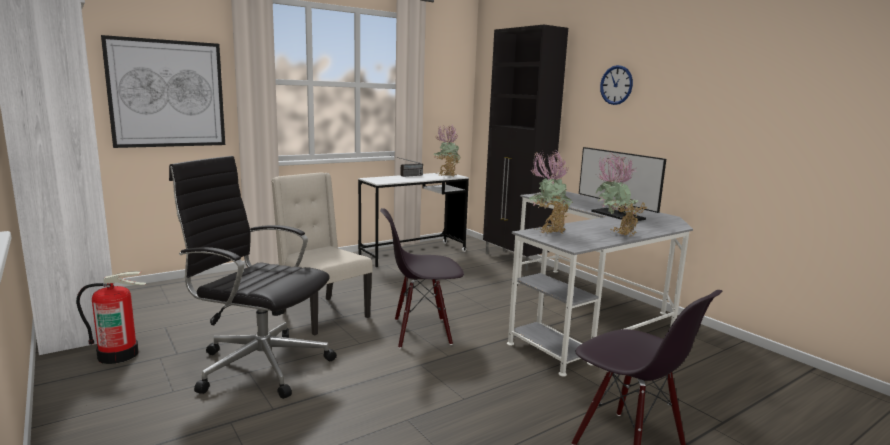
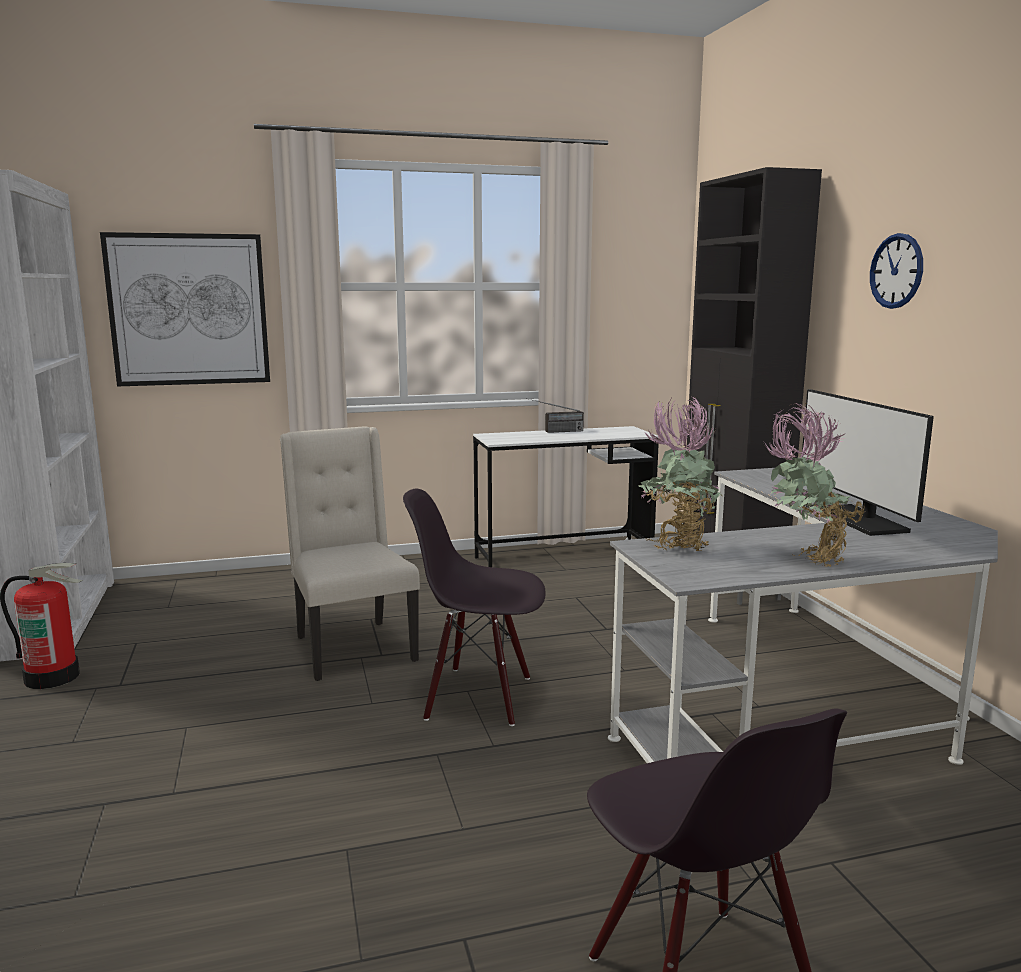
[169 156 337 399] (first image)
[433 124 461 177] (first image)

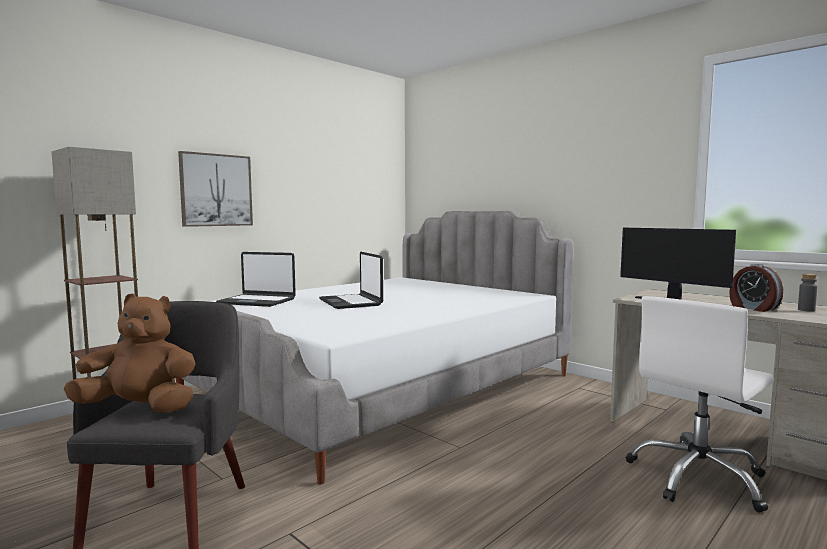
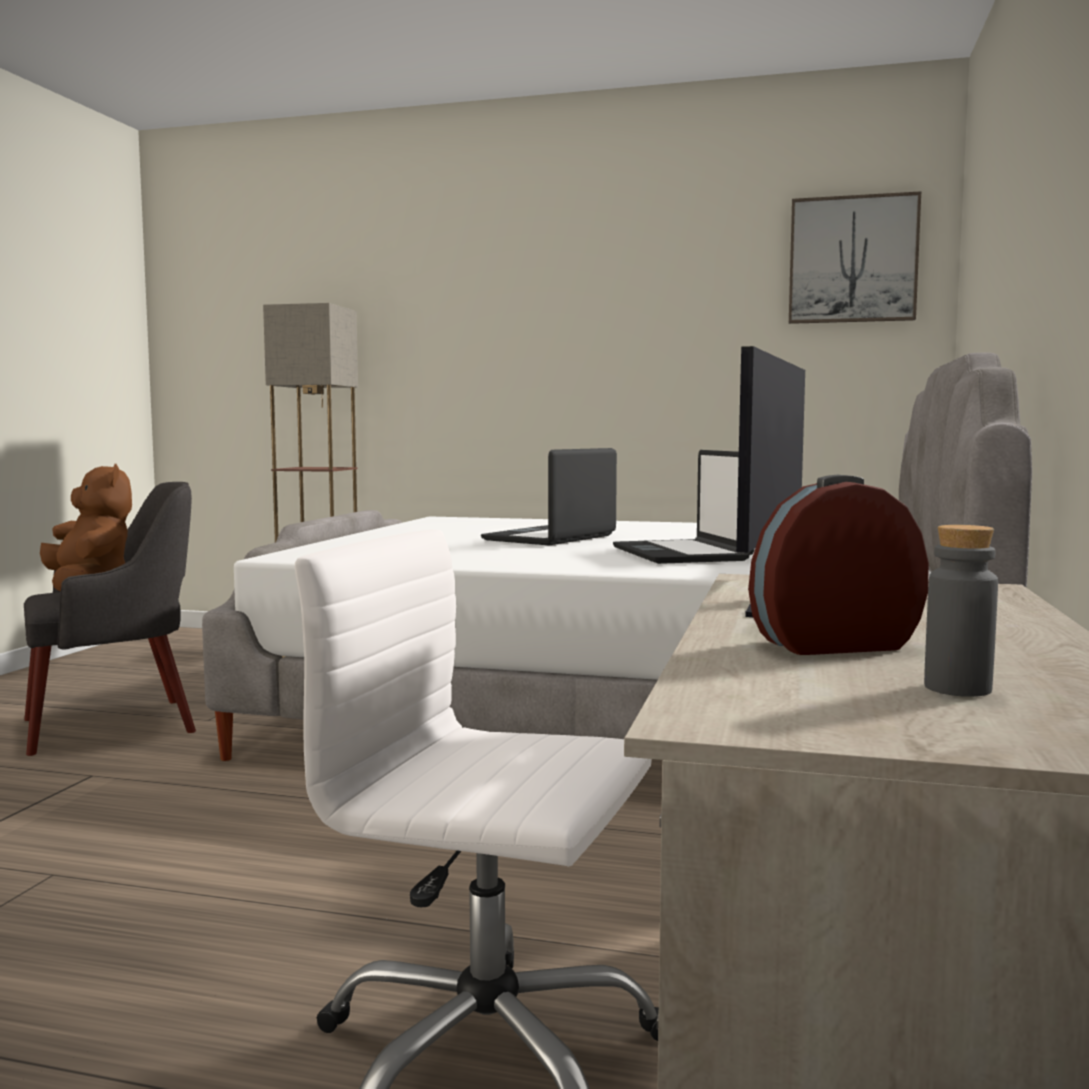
[613 450 754 564]
[748 475 929 655]
[789 191 921 324]

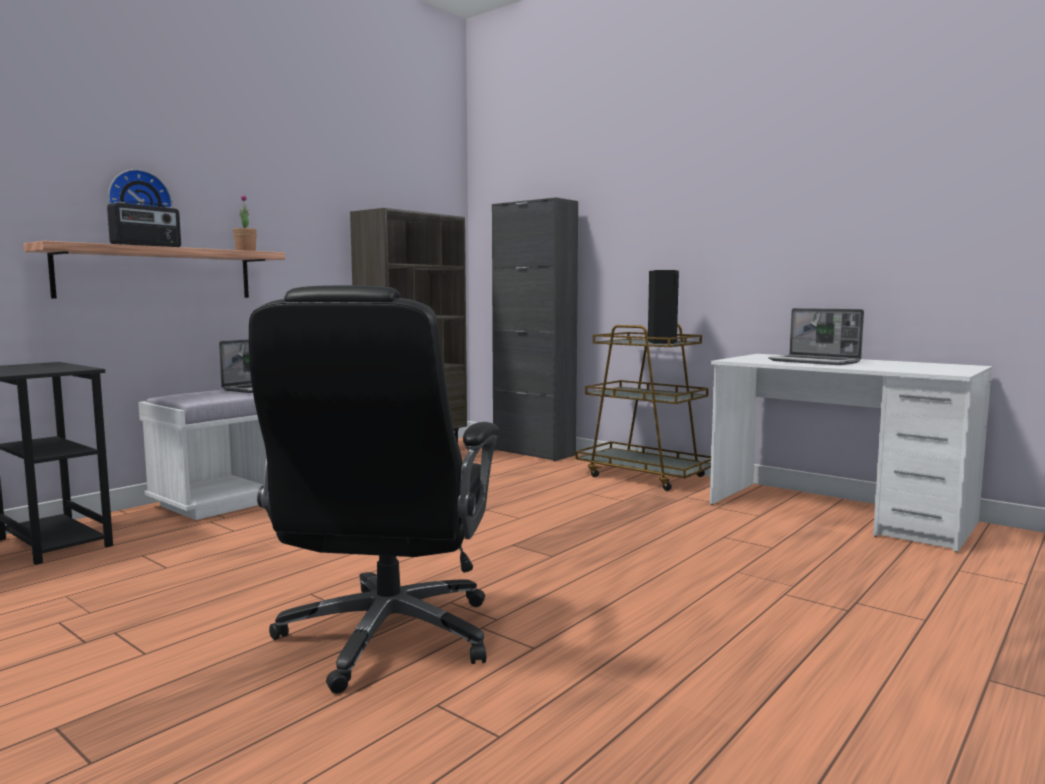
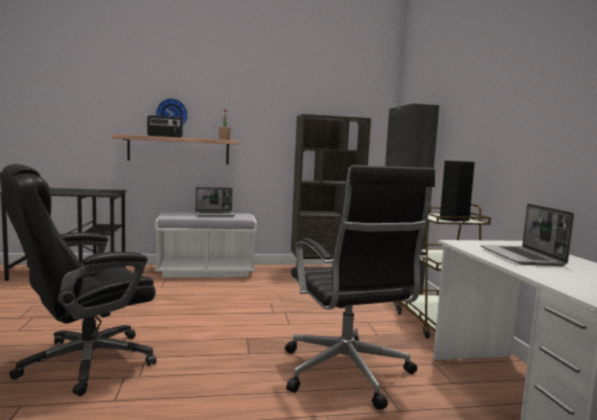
[285 165 435 410]

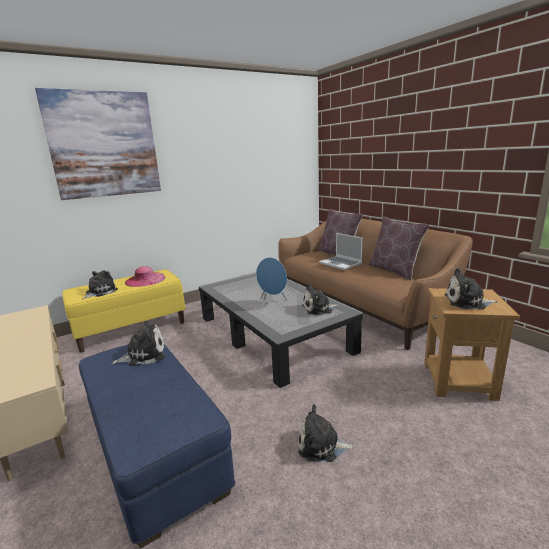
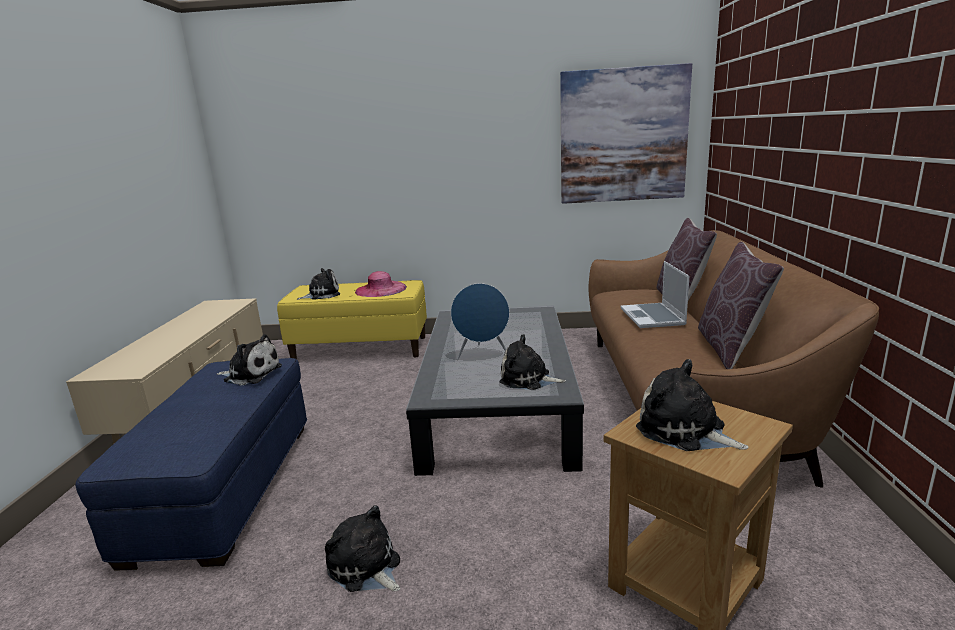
[560 63 692 204]

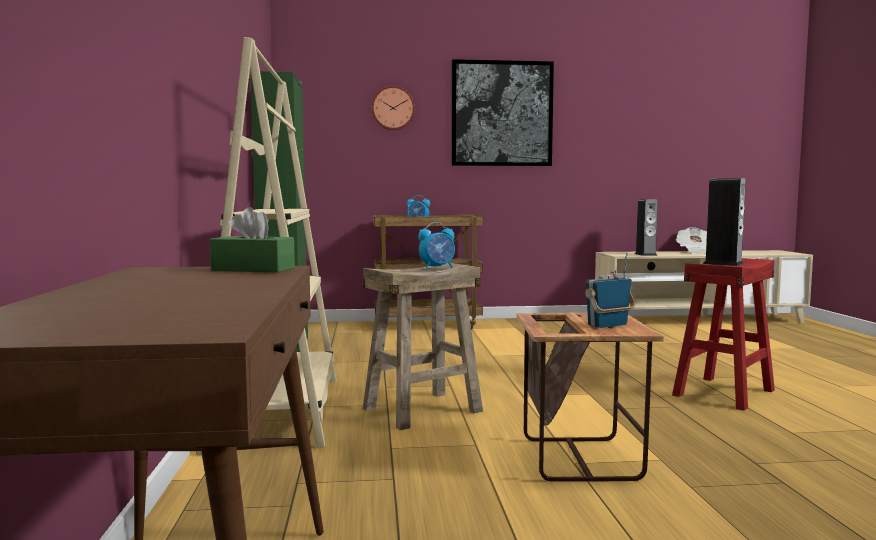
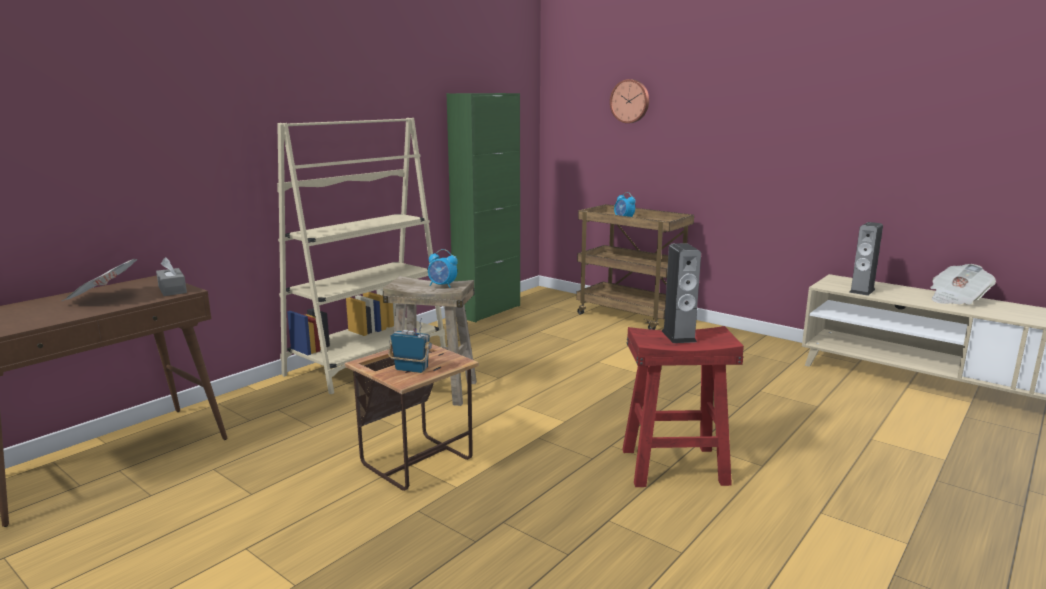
[62 259 137 301]
[156 257 187 296]
[451 59 554 166] (first image)

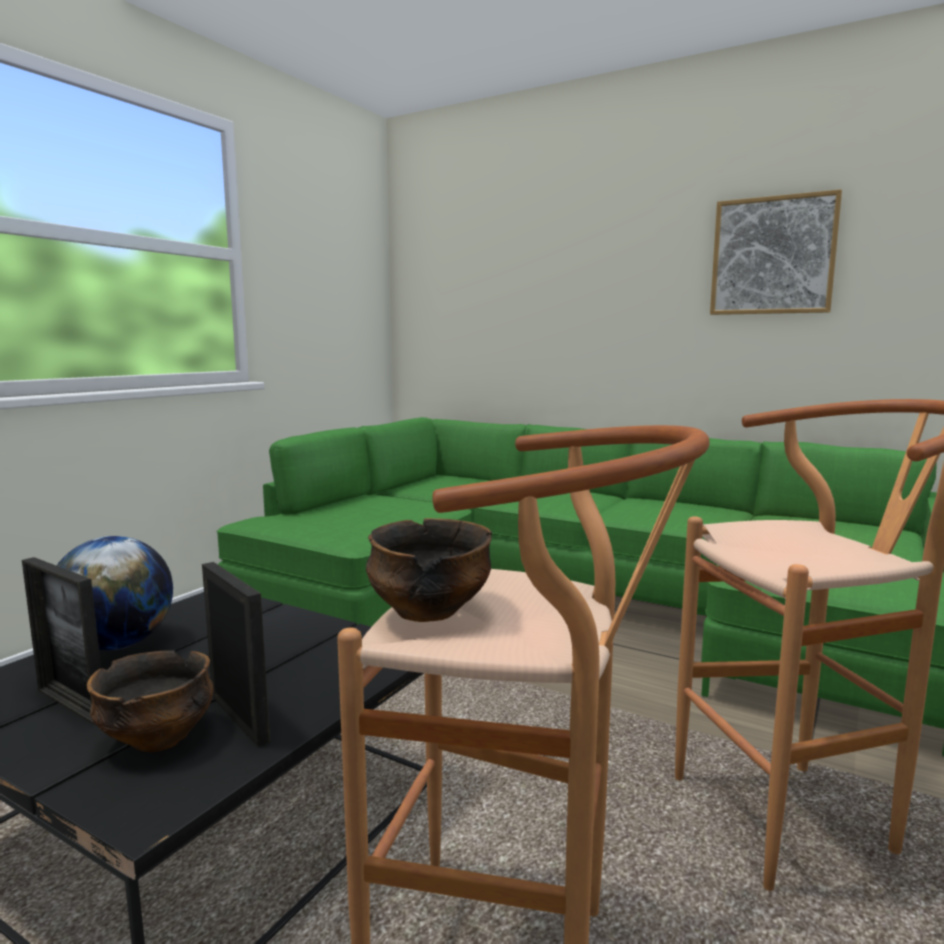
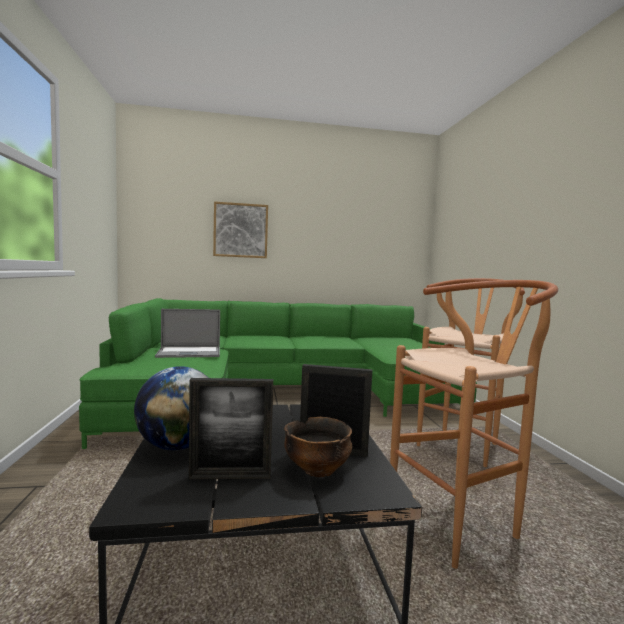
[155 309 220 358]
[213 202 268 258]
[366 518 492 622] (first image)

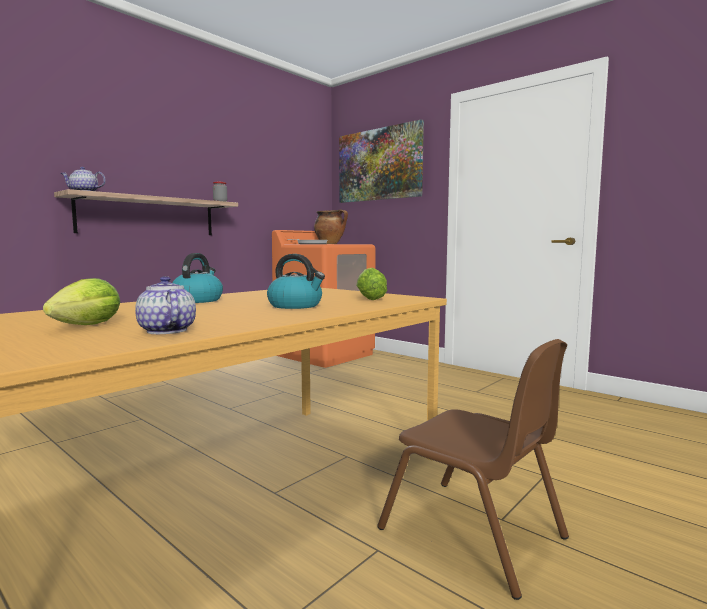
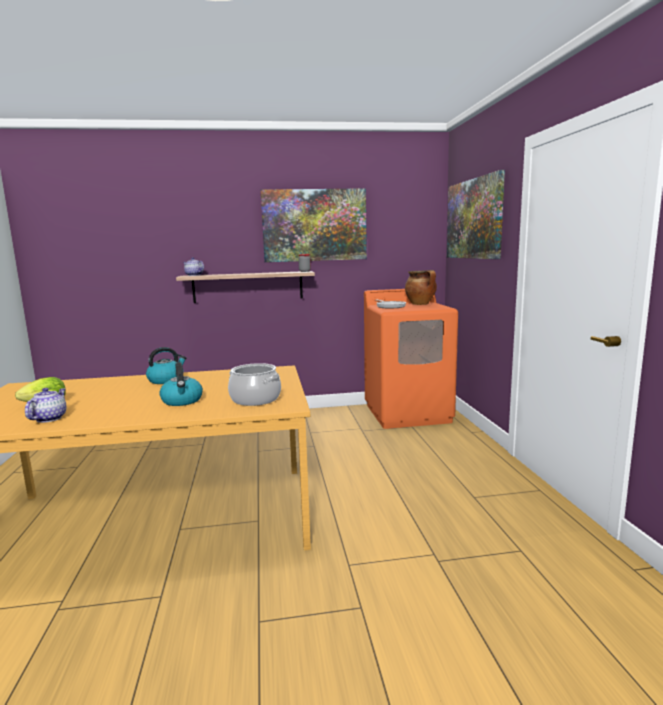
[228 363 281 406]
[261 188 367 262]
[377 339 569 600] (first image)

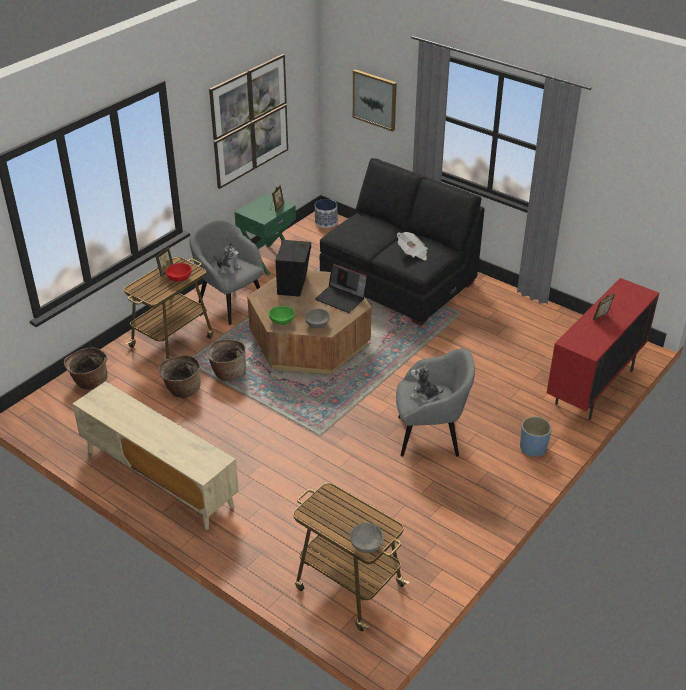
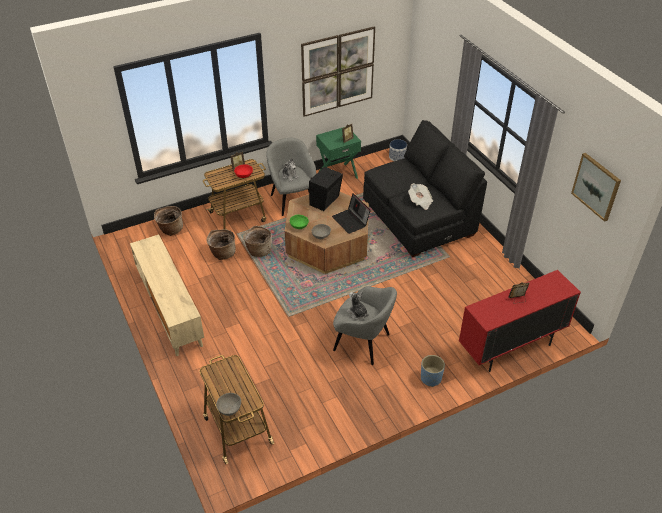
[571 153 621 222]

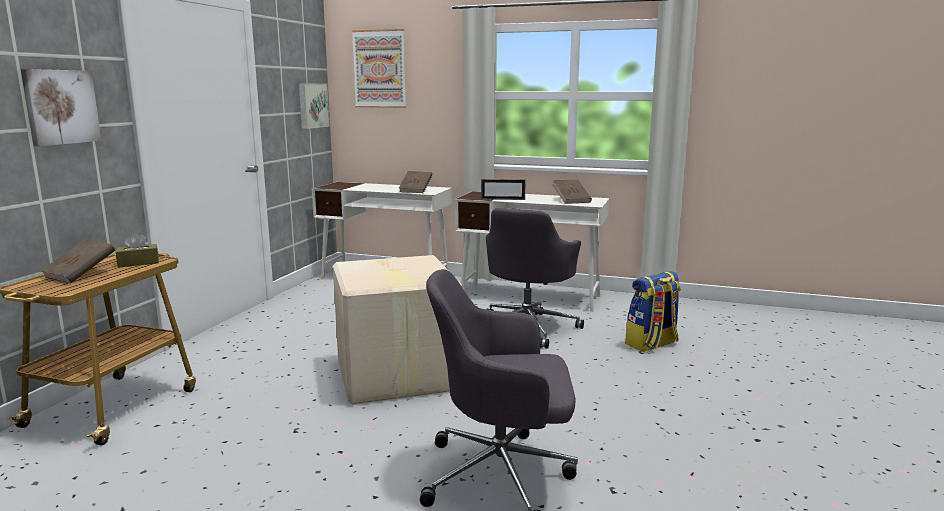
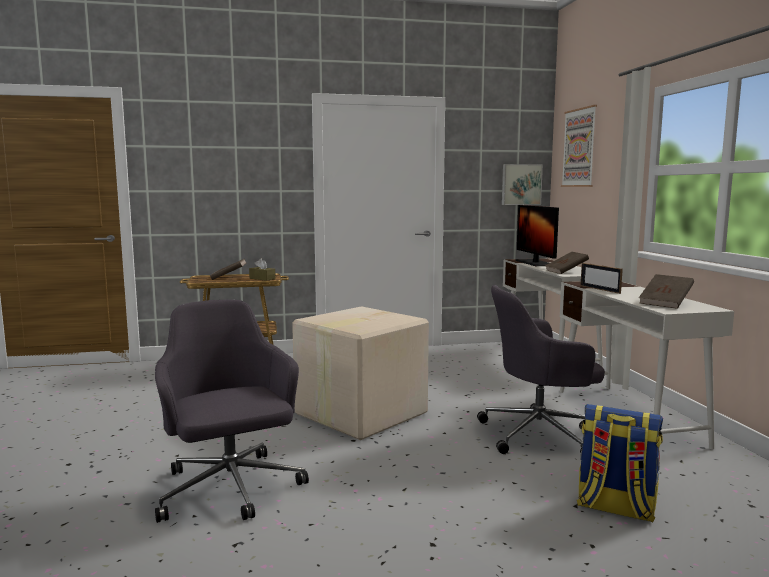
[515 205 559 266]
[21 69 102 146] (first image)

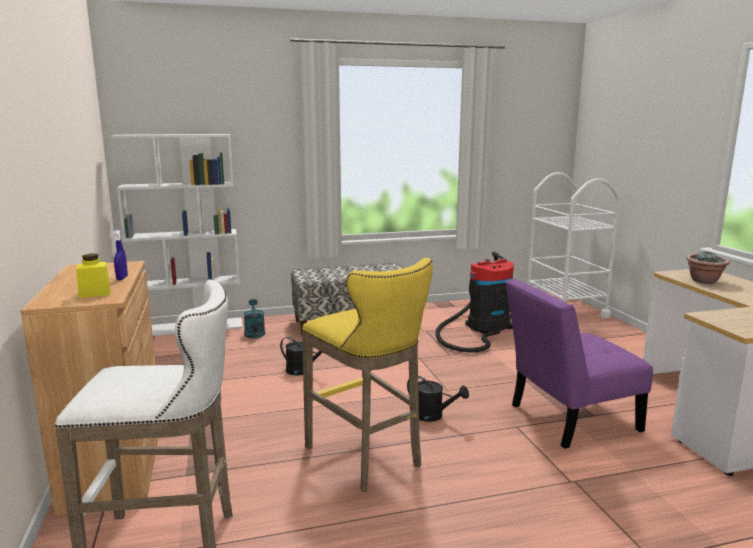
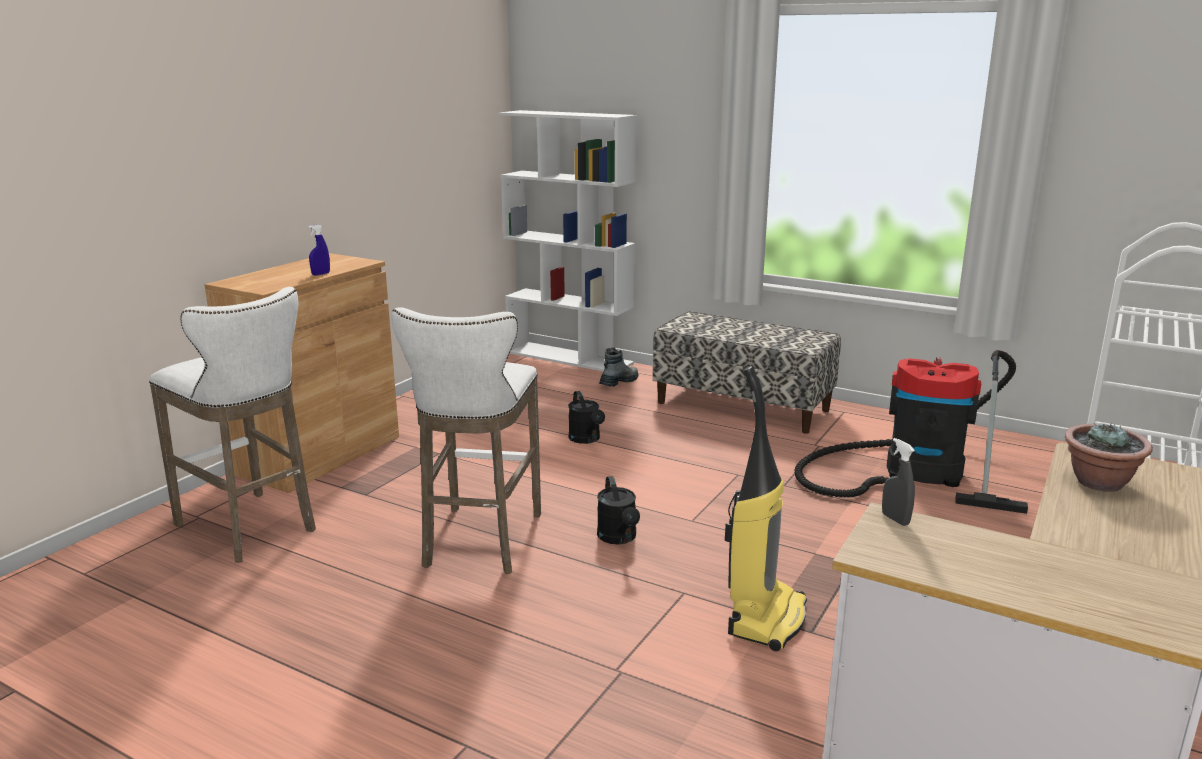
[391 307 541 574]
[599 348 638 387]
[725 366 807 651]
[882 438 915 526]
[76 254 111 298] (first image)

